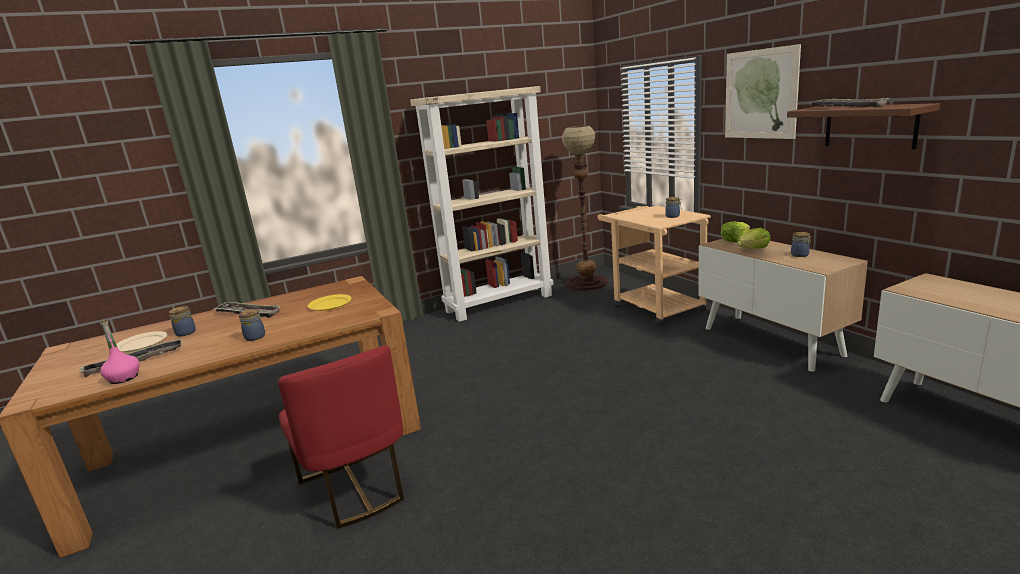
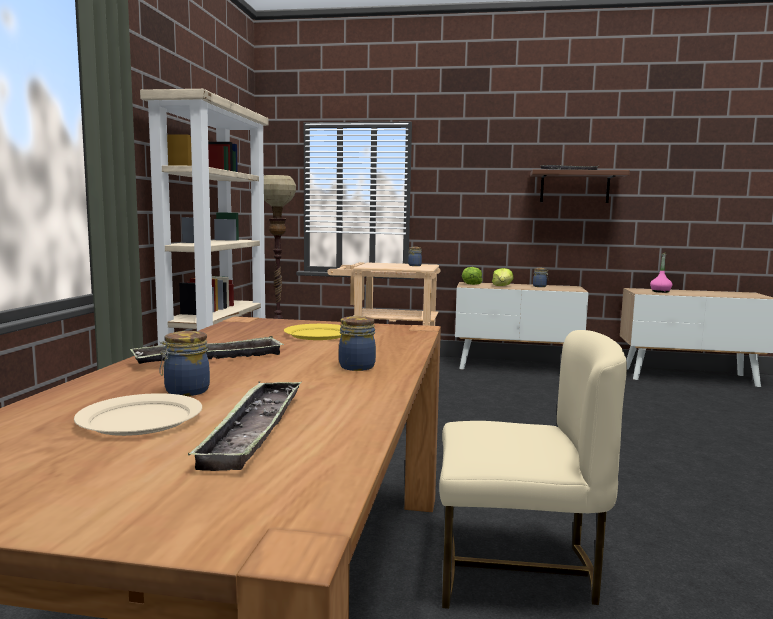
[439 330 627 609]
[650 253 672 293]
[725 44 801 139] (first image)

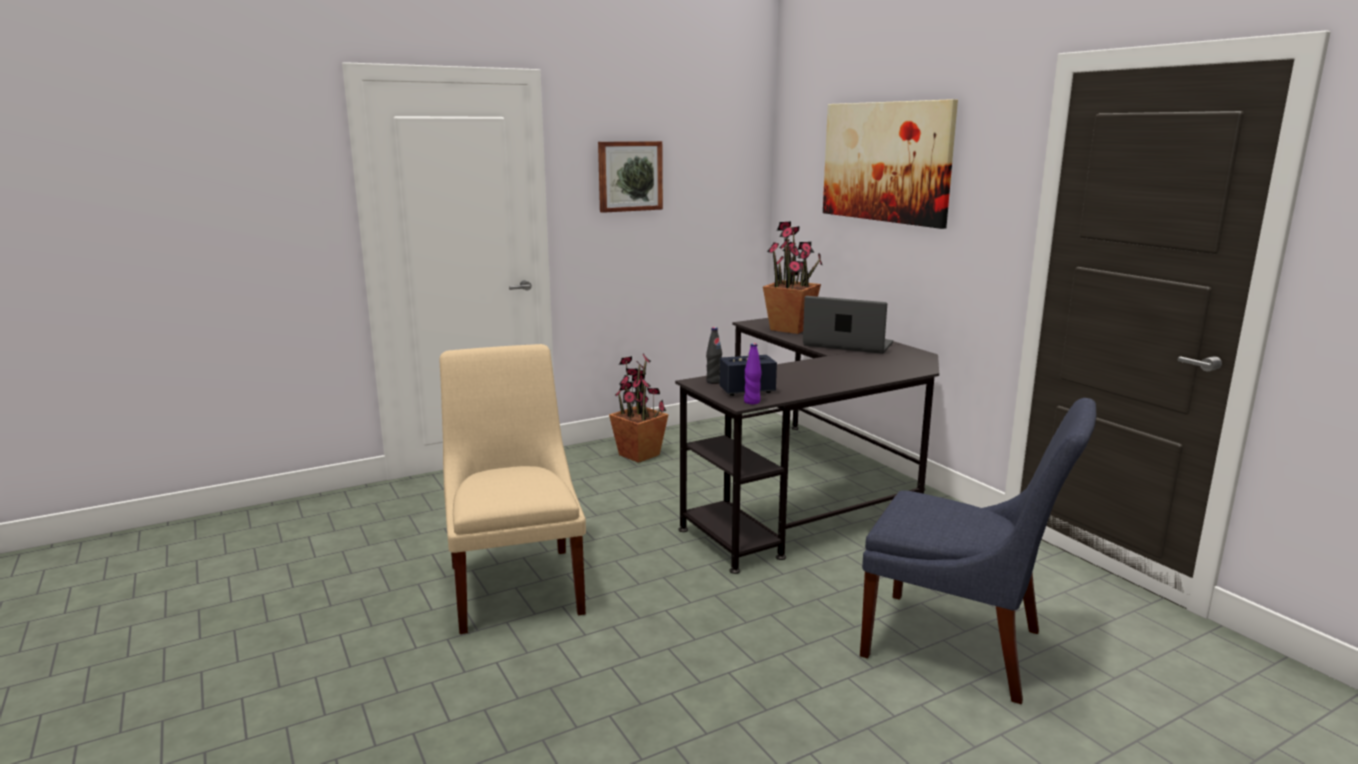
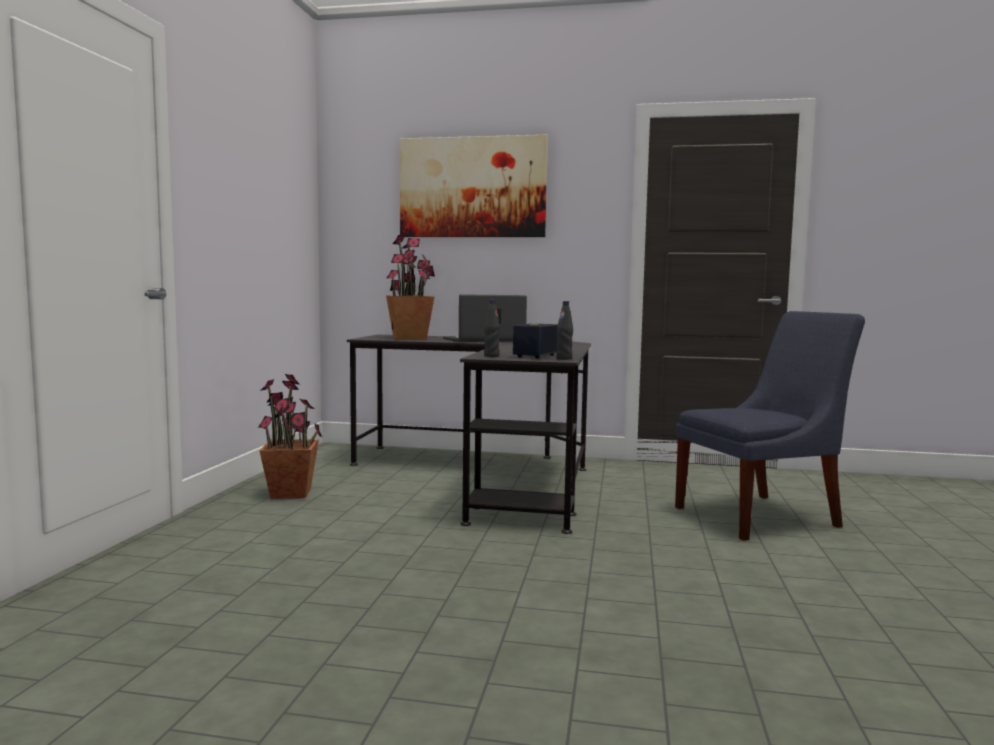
[556 301 573 360]
[439 344 586 634] (first image)
[598 141 663 213] (first image)

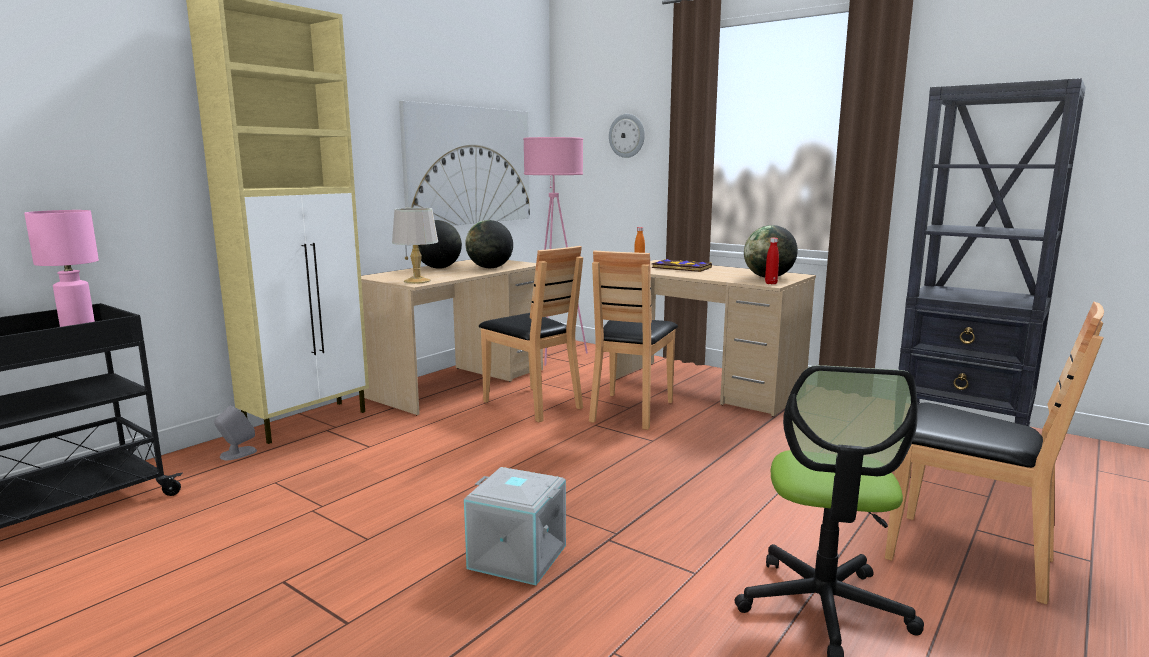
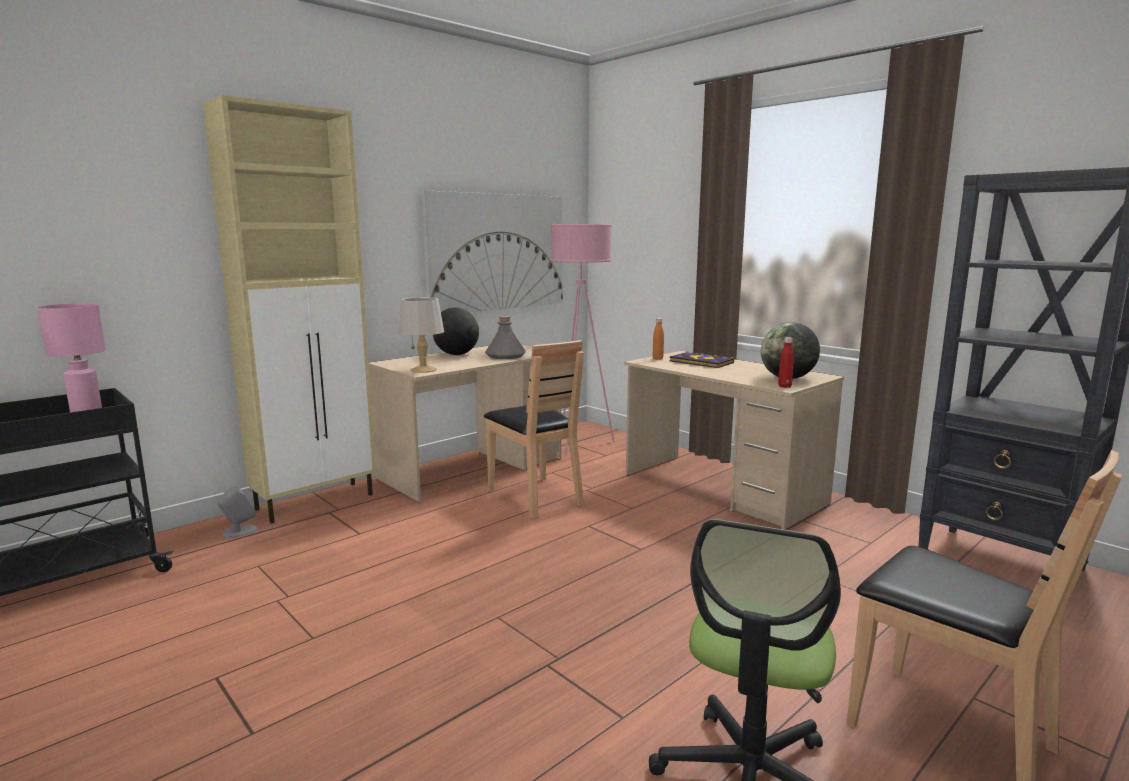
[485 316 526 359]
[464 467 566 585] (first image)
[589 250 678 430] (first image)
[609 114 645 158] (first image)

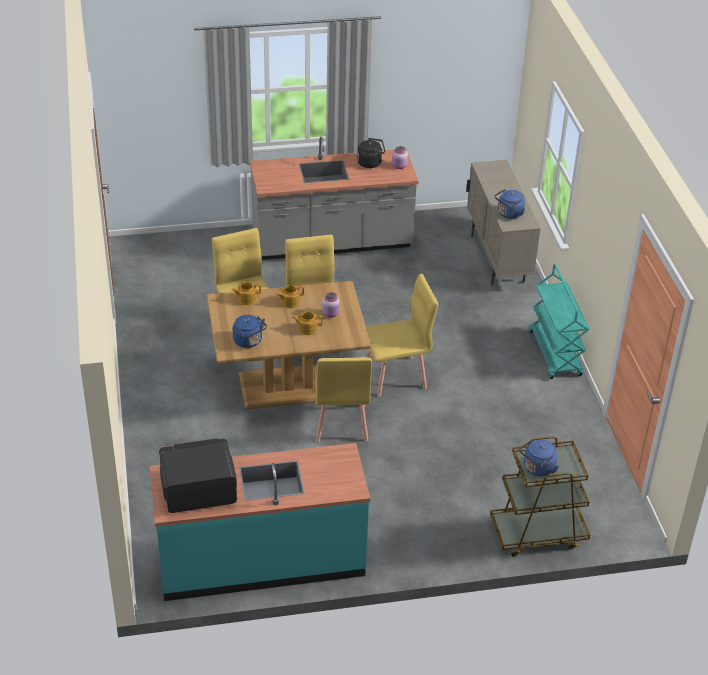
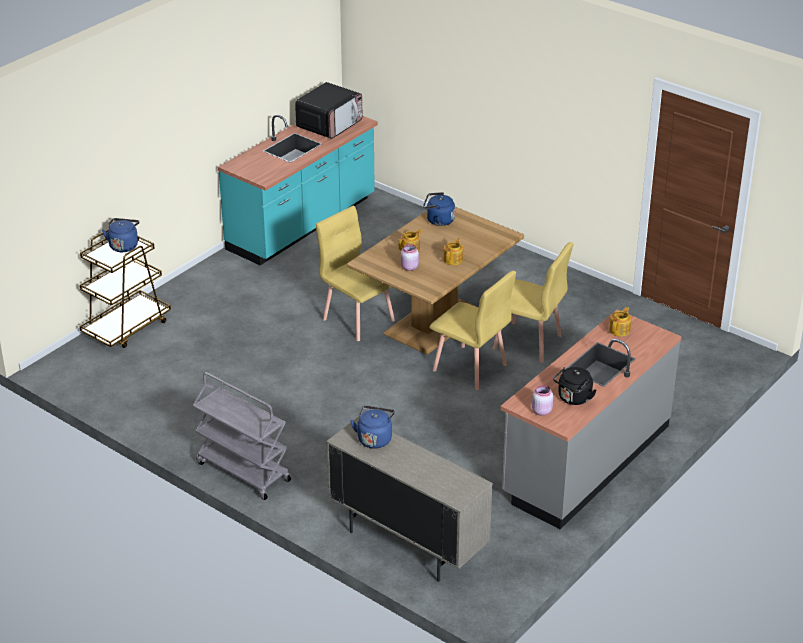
[193 372 291 500]
[609 307 632 337]
[366 274 438 397] (first image)

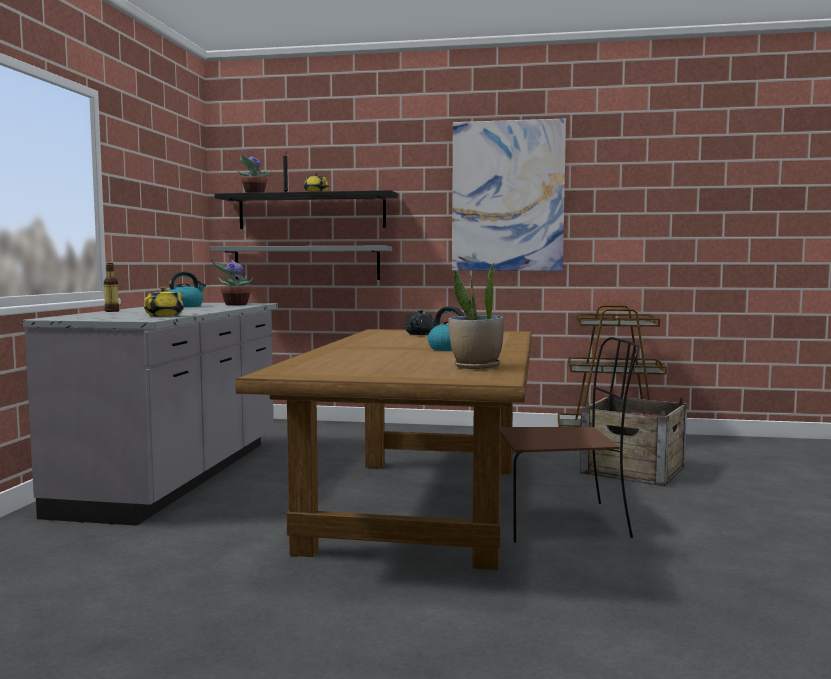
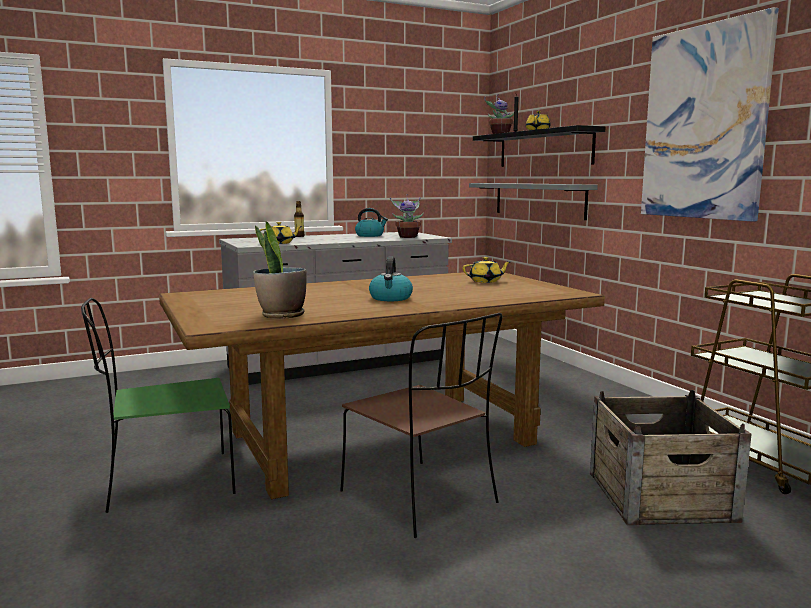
[81 298 235 513]
[463 257 511 283]

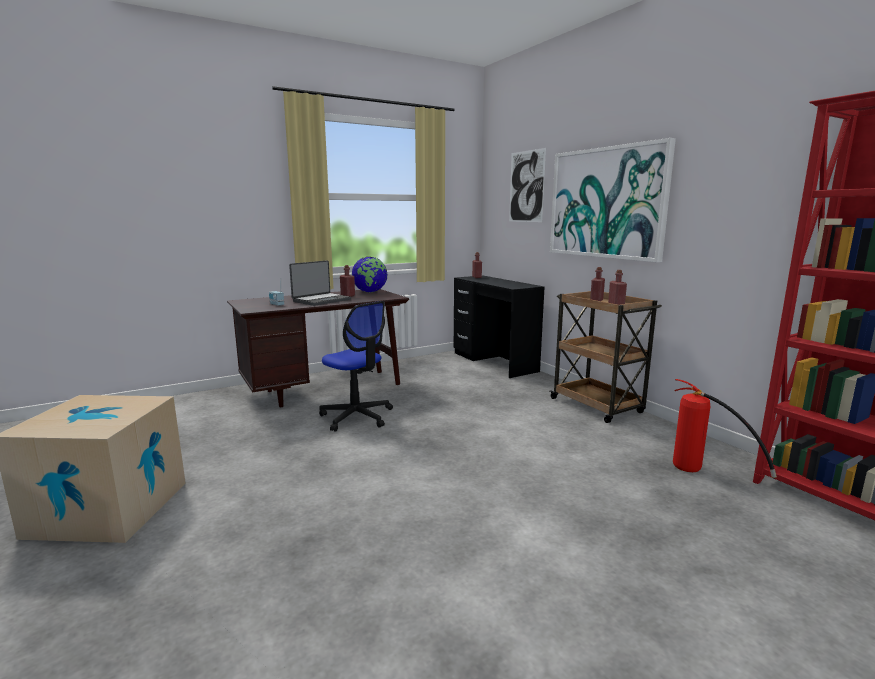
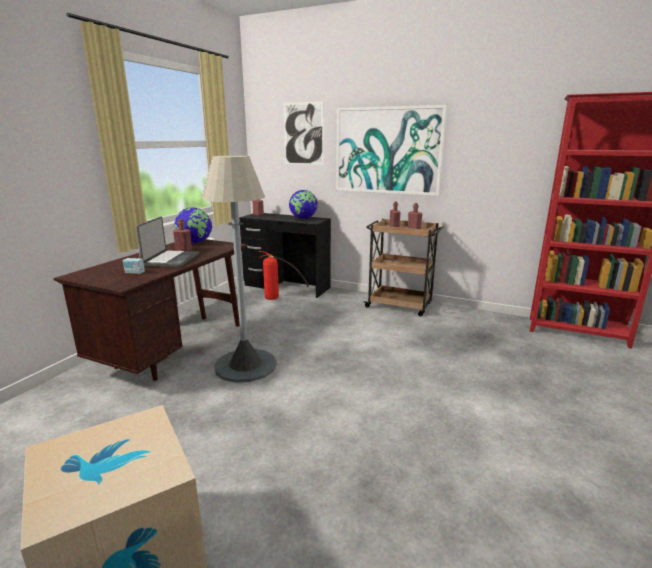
[202 156 277 383]
[259 251 310 300]
[289 190 318 219]

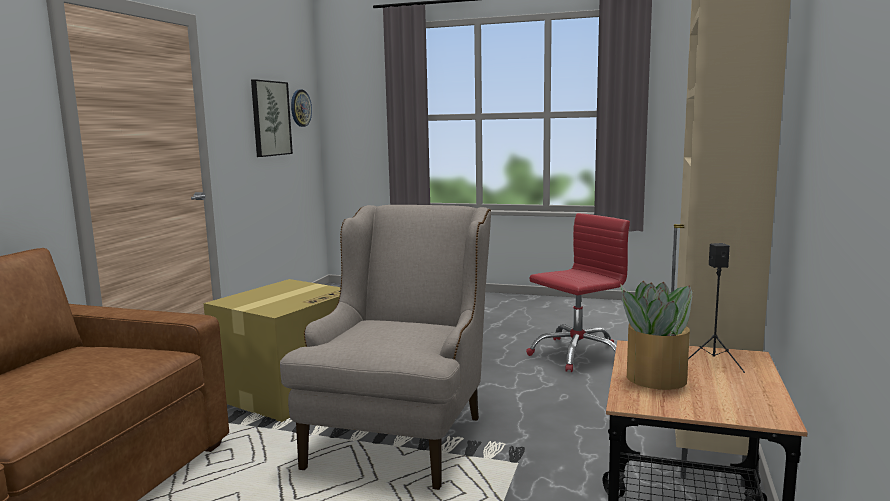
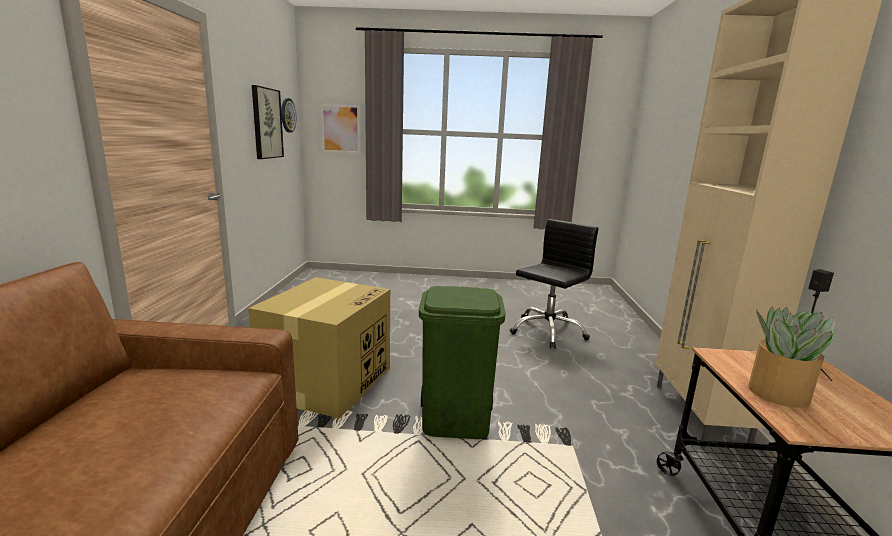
[321 104 360 154]
[419 286 506 439]
[510 219 599 349]

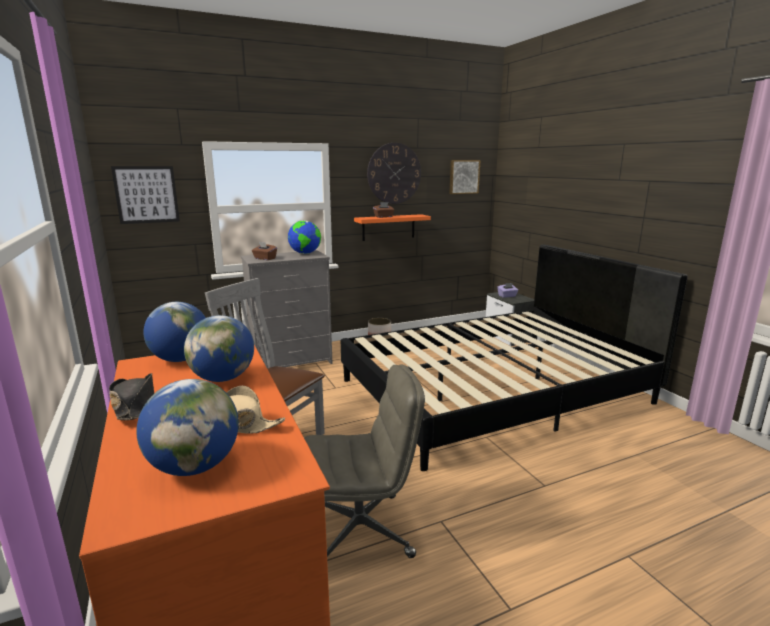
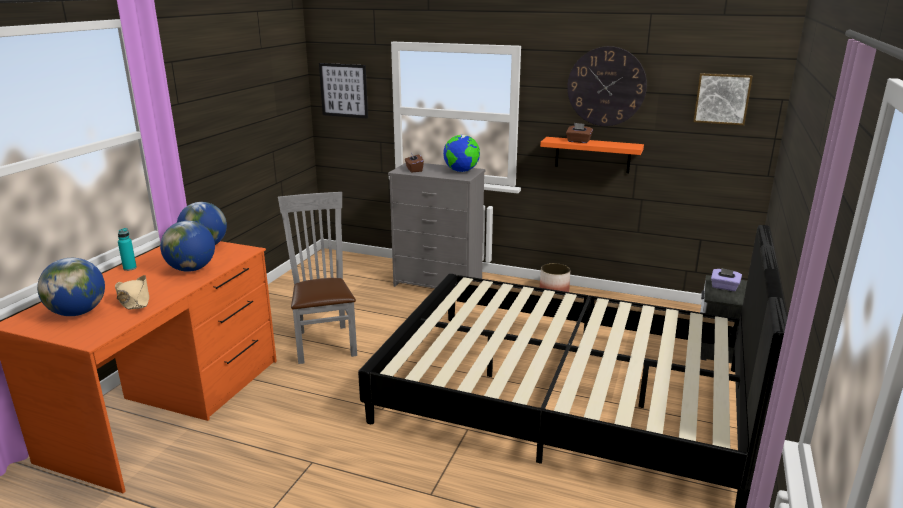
[118 228 137 271]
[304 364 425 558] (first image)

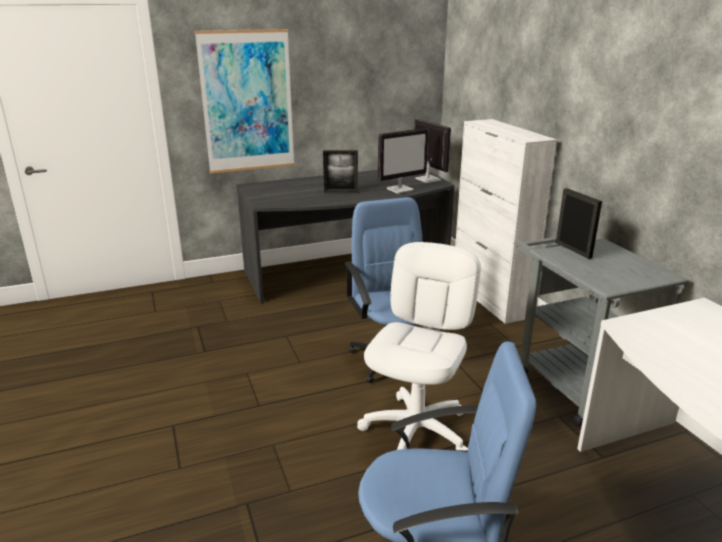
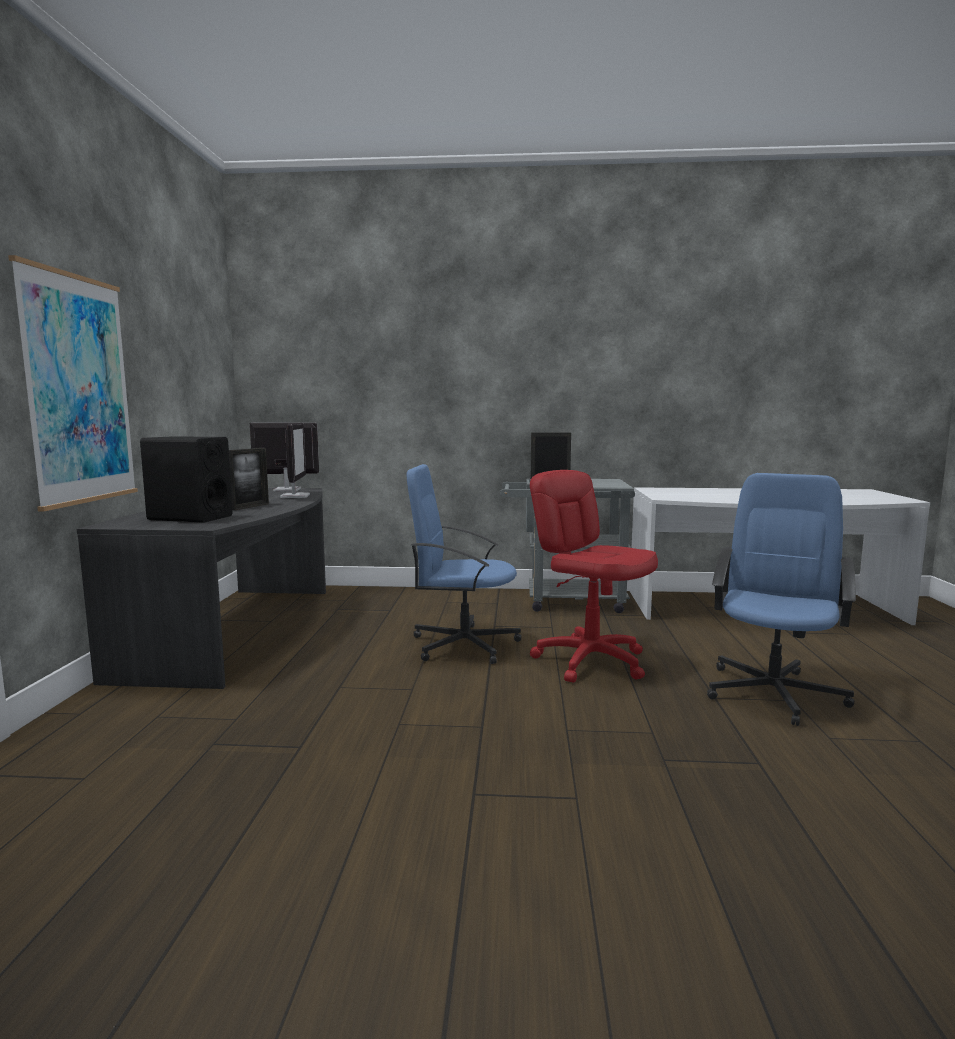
[140 436 233 523]
[530 470 658 683]
[455 119 557 324] (first image)

